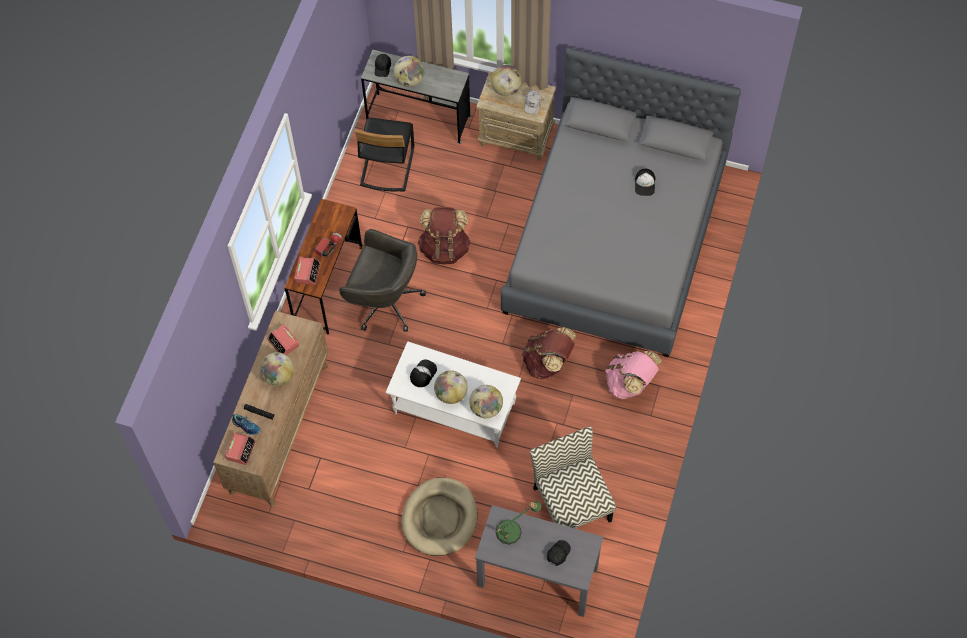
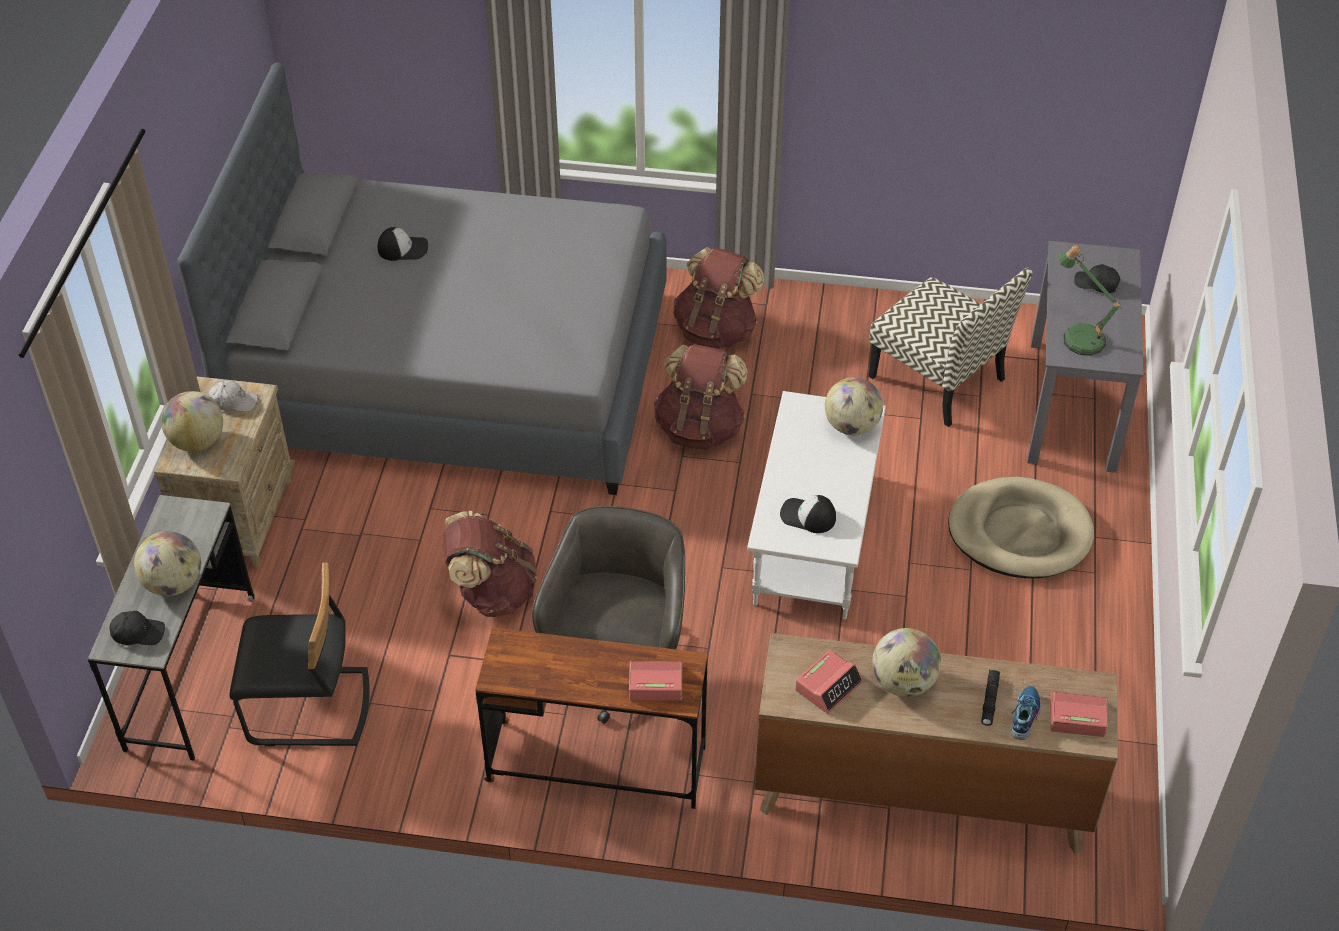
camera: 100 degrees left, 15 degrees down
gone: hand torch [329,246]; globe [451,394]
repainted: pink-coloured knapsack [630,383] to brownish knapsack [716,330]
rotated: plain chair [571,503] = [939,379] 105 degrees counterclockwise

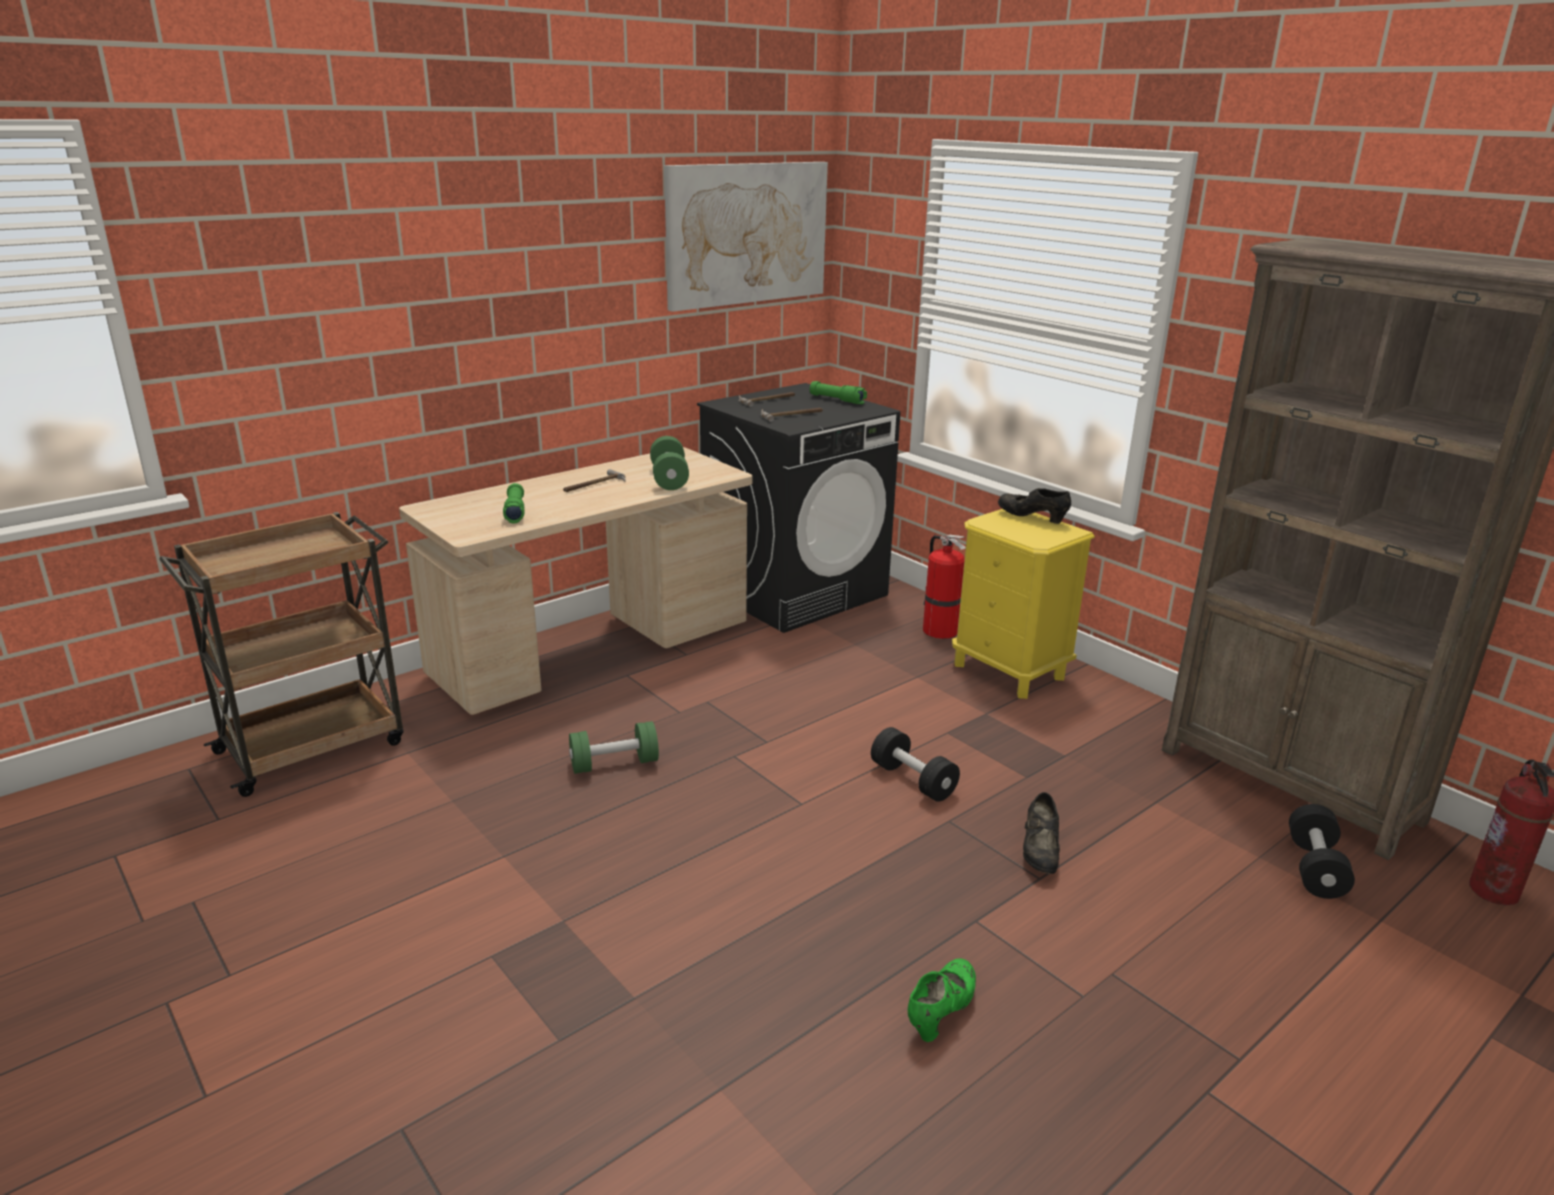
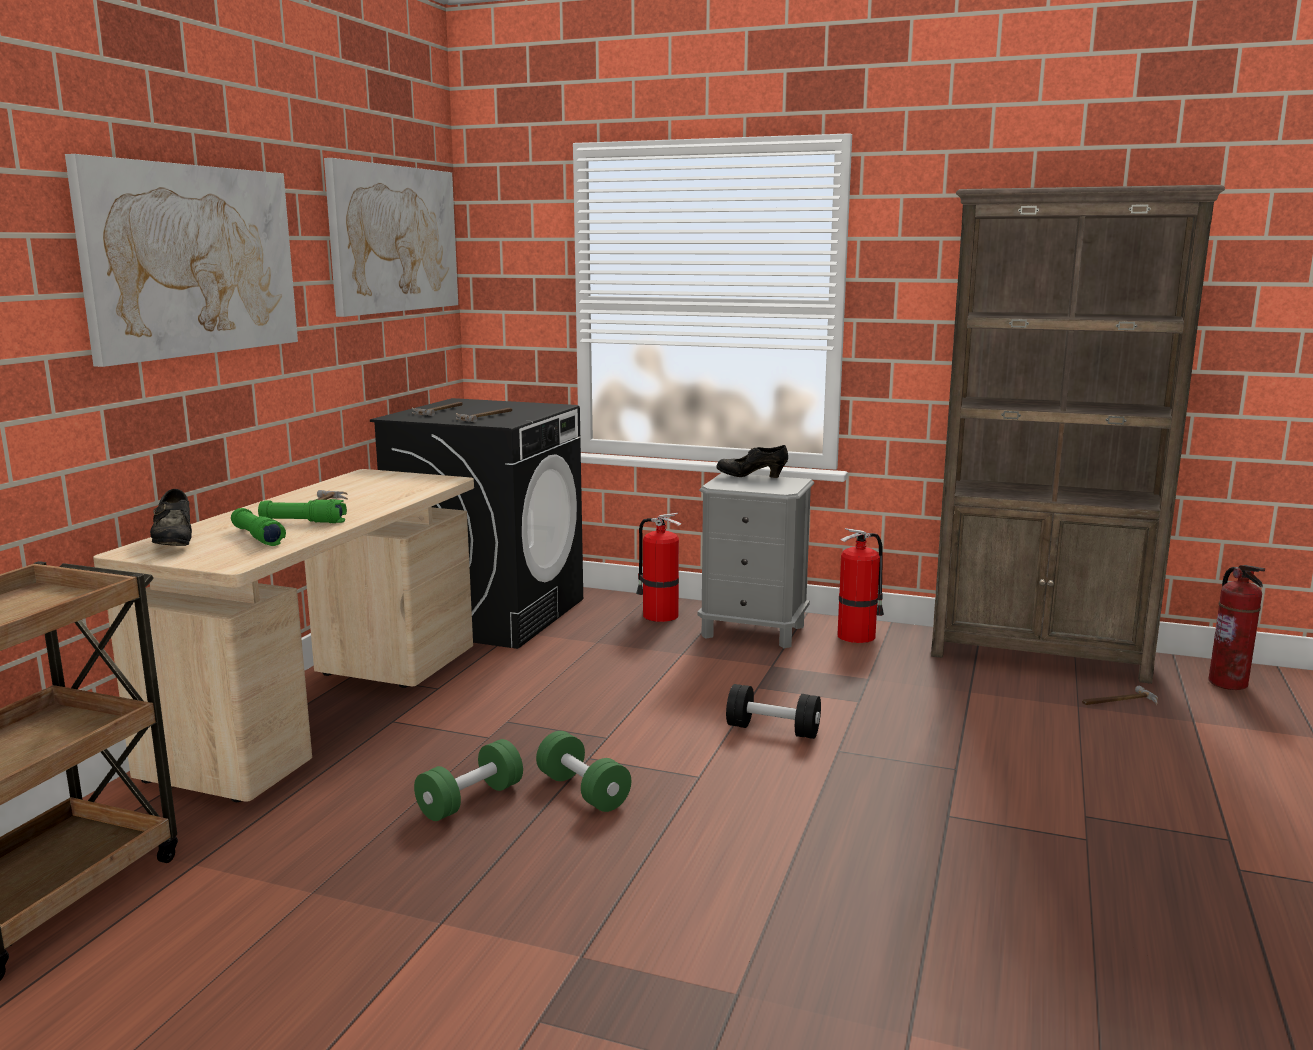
camera: 30 degrees left, 10 degrees down
gone: greenish item of footwear [941,1011]
new: wall picture [192,260]; fire-fighting cylinder [858,635]
shifted: blackish item of footwear [1039,853] to [175,544]; greenish hand torch [837,400] to [303,522]; greenish hand weight [669,479] to [583,791]
swapped: blackish hand weight [1315,868] to hand hammer [1118,702]
repainted: yellow-coloured nightstand [1009,671] to grey nightstand [753,631]

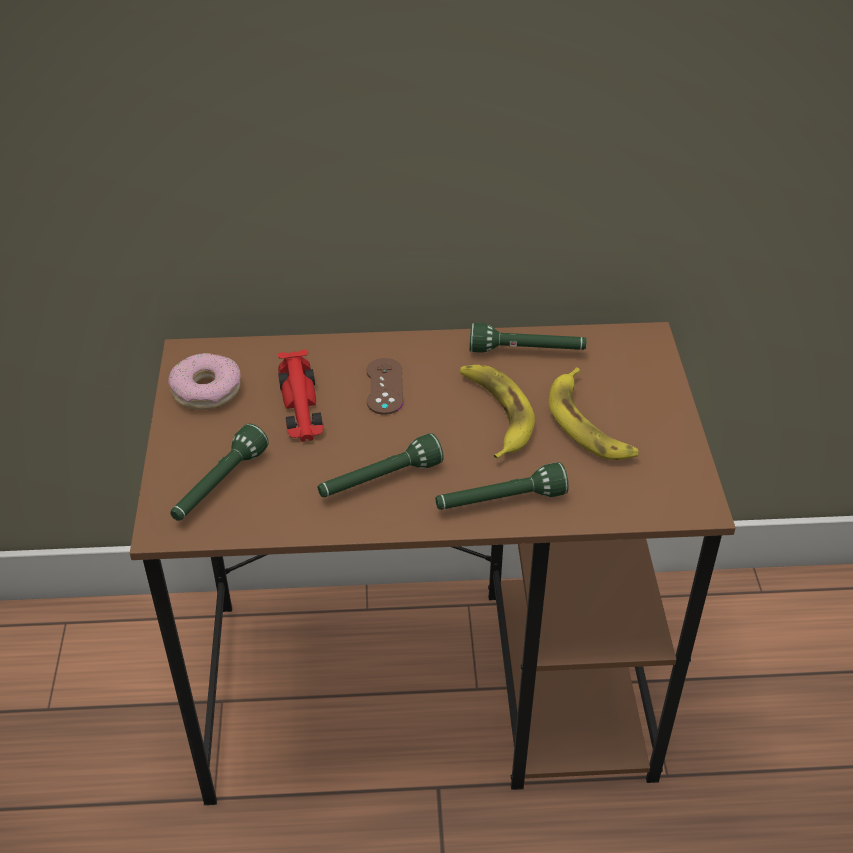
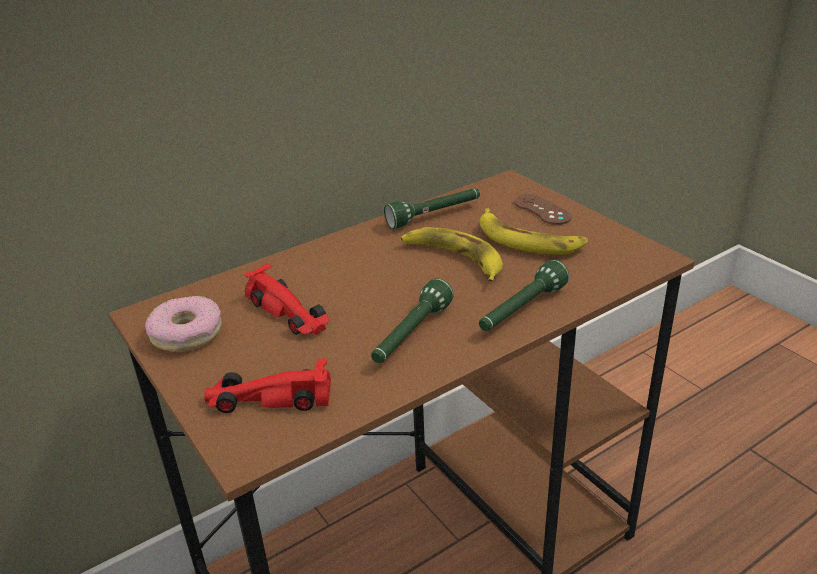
camera: 30 degrees left, 10 degrees down
shifted: brownish joypad [384,386] to [542,210]
swapped: greenish hand torch [219,486] to red model car [268,398]

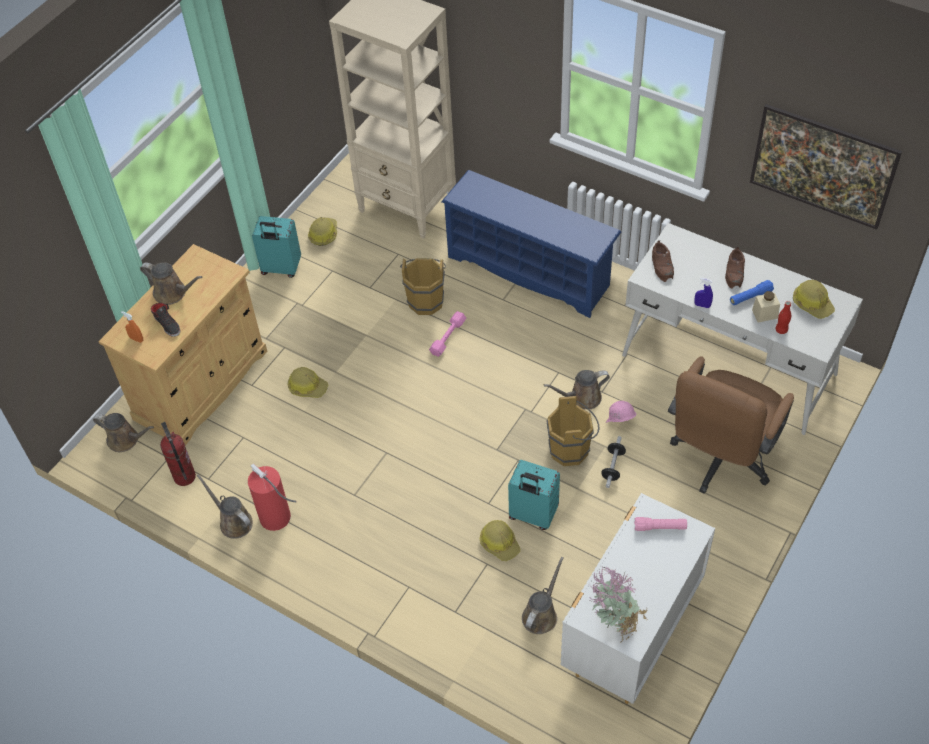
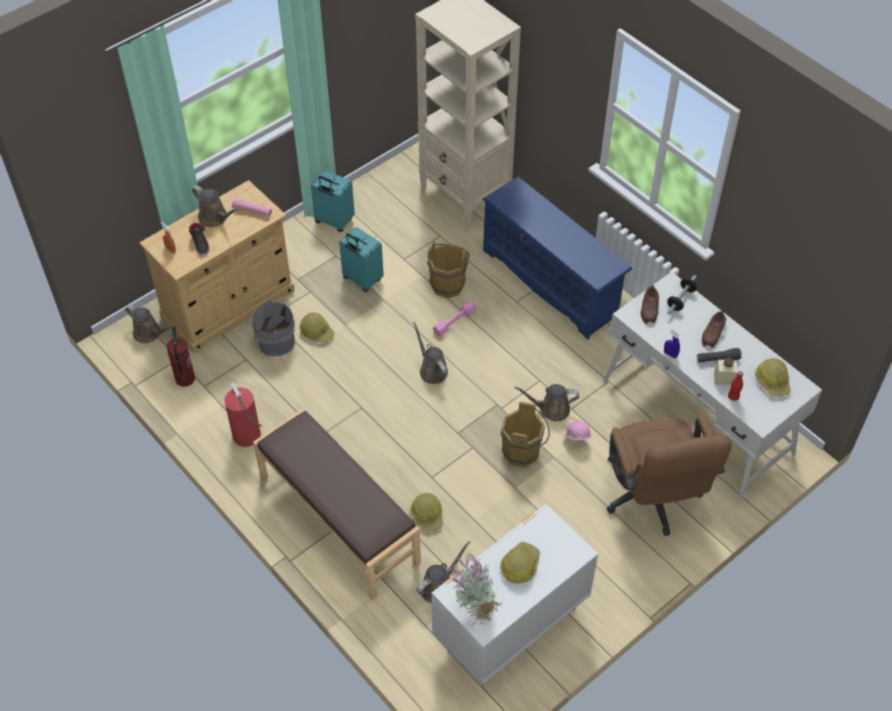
camera: 15 degrees right, 0 degrees up
gone: wall picture [818,185]
new: grey pail [274,342]; brownish indoor bench [338,520]
shifted: pink-coloured hand torch [660,527] to [252,211]; blue-green piece of luggage [532,515] to [362,280]; brownish watering can [233,521] to [432,370]; work helmet [323,234] to [520,565]; hand weight [613,466] to [680,299]
repainted: blue-coloured hand torch [750,297] to blackish hand torch [718,359]
rotated: brownish desk chair [719,459] = [653,499] 60 degrees counterclockwise

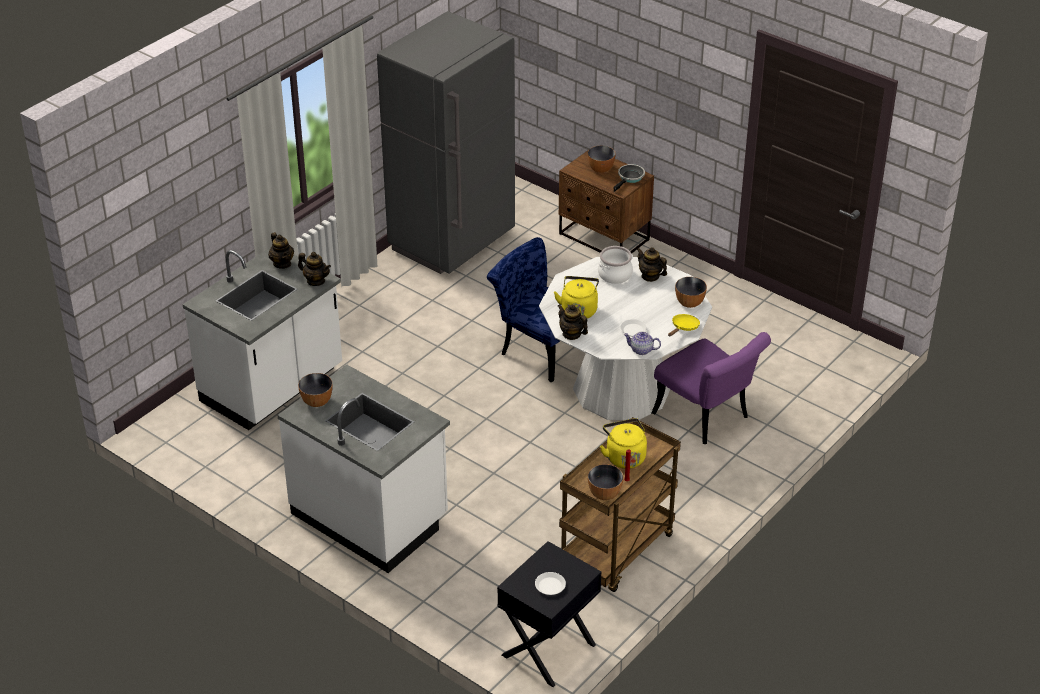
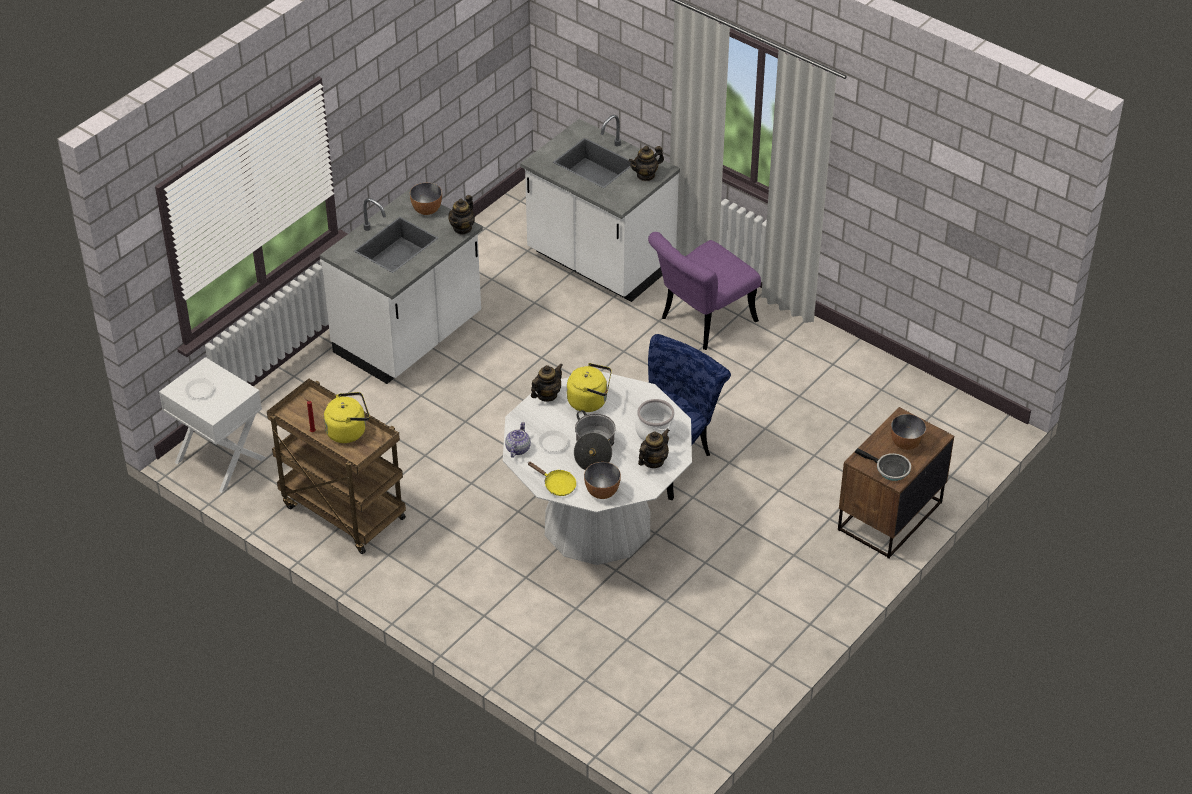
camera: 90 degrees right, 5 degrees up
gone: grey kitchen fridge [452,242]; serving bowl [604,494]
new: cooking pot [594,449]
shifted: pot for tea [316,281] to [462,228]; purple plain chair [707,418] to [701,322]
repainted: blackish nightstand [549,650] to white nightstand [219,460]

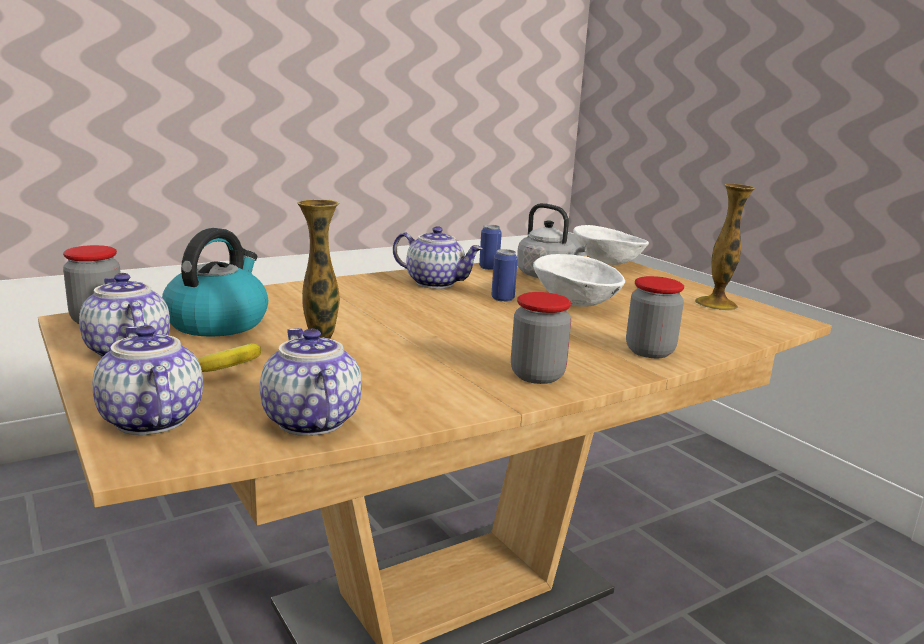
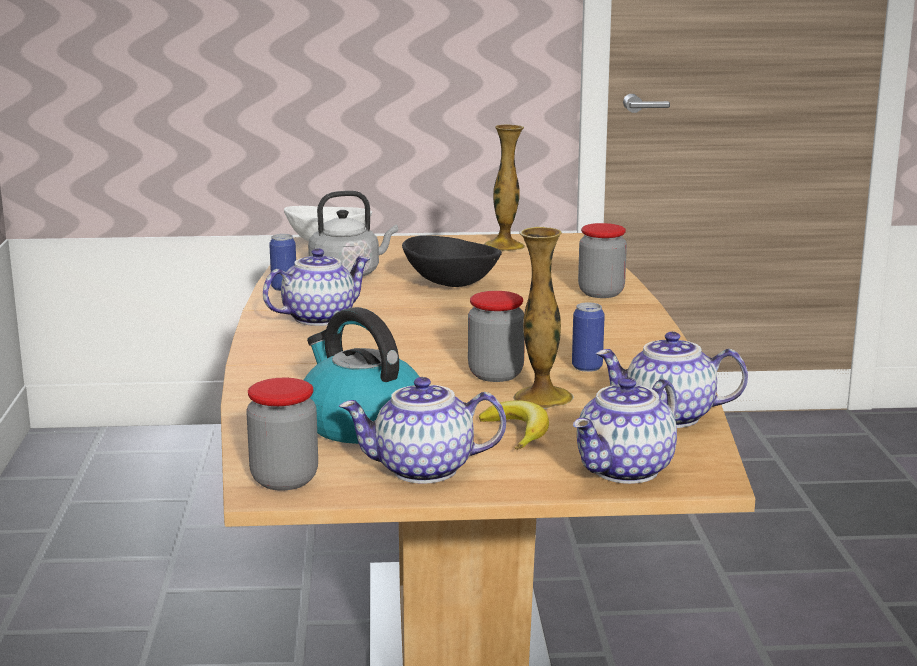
camera: 60 degrees left, 0 degrees up
shifted: preserve jar [537,375] to [495,374]; metal can [502,299] to [587,367]
repainted: white serving bowl [576,303] to blackish serving bowl [451,285]
rotated: pot for tea [149,420] = [626,471] 45 degrees counterclockwise

